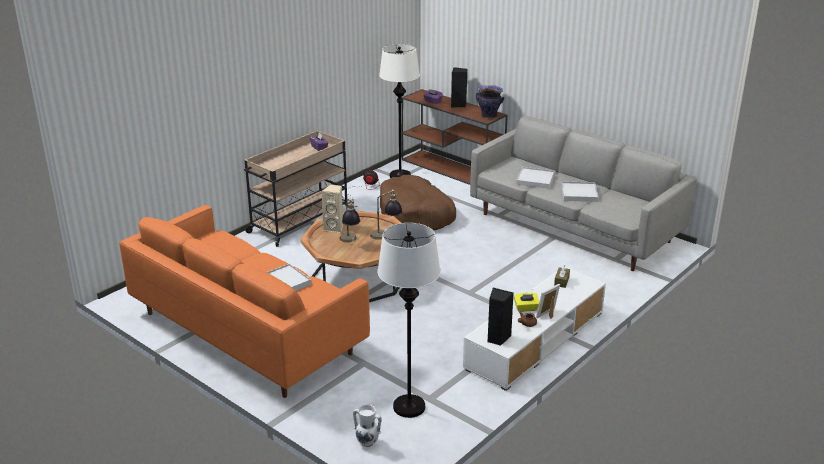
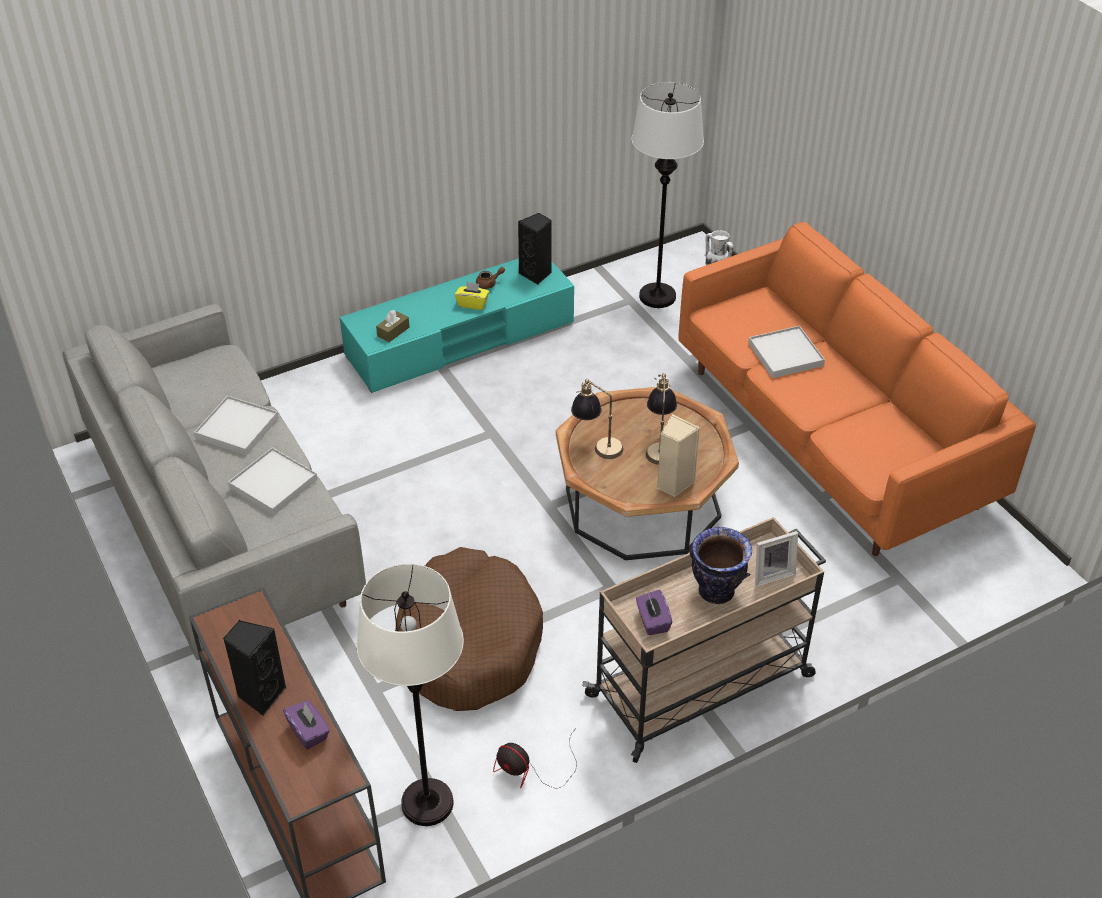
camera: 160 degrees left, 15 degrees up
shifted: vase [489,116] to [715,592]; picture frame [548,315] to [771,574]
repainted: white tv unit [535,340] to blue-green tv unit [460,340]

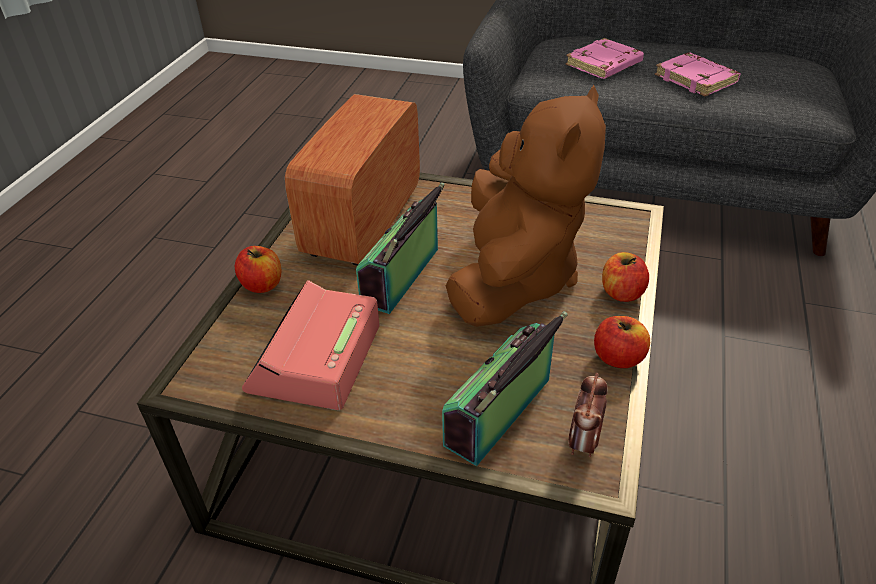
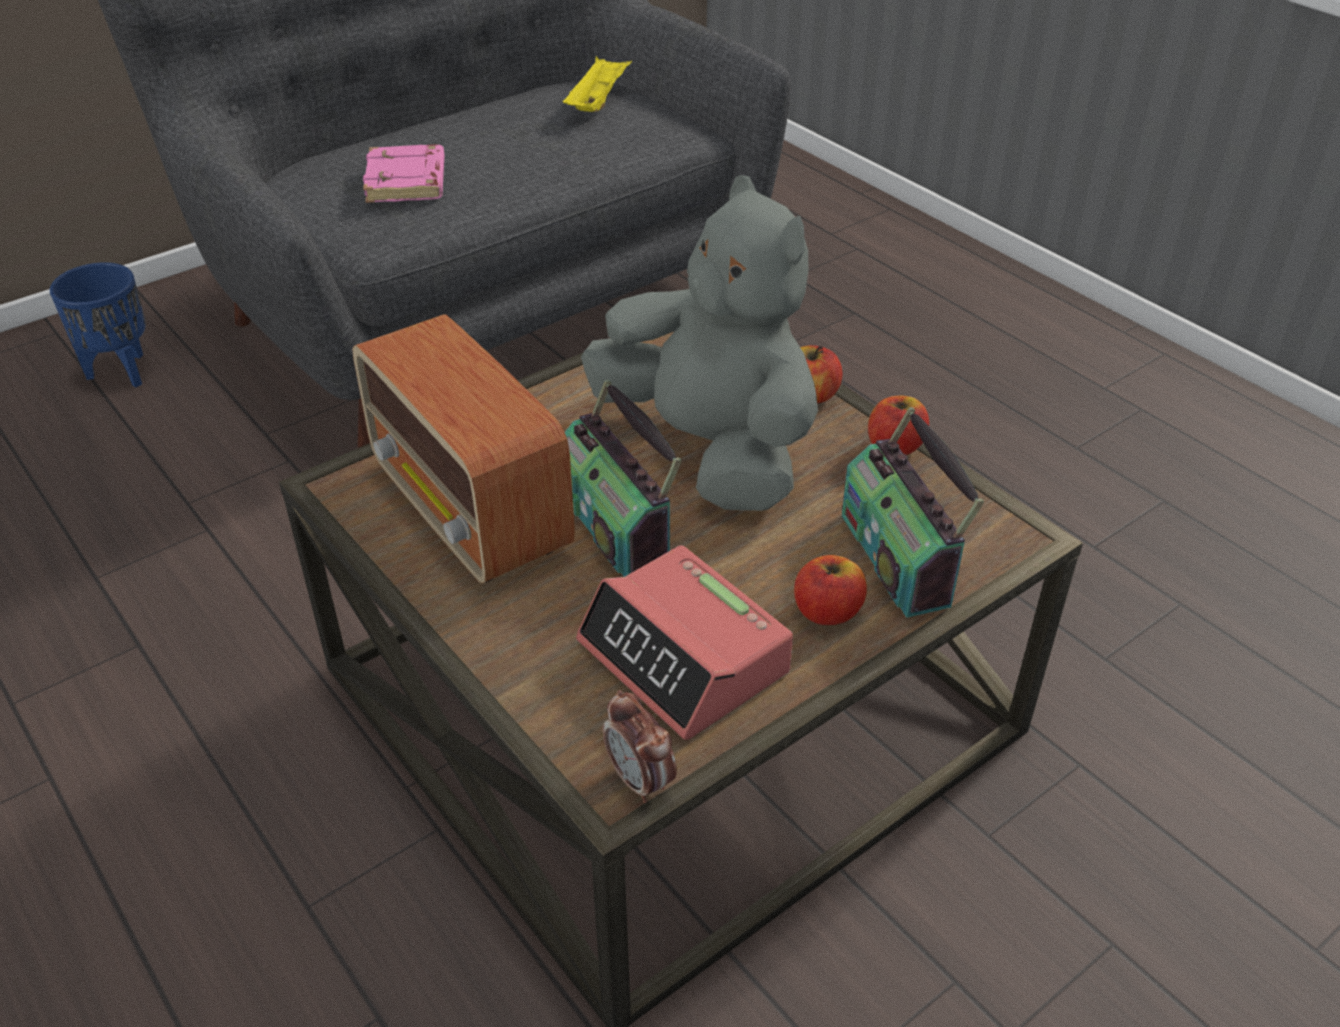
camera: 55 degrees left, 0 degrees up
gone: pink-coloured bound book [697,80]
new: blue-coloured planter [123,371]; yellow-coloured serving tray [597,102]
shifted: alarm clock [583,442] to [640,780]; whole apple [262,285] to [827,611]
repainted: brownish plush toy [514,278] to grey plush toy [711,449]

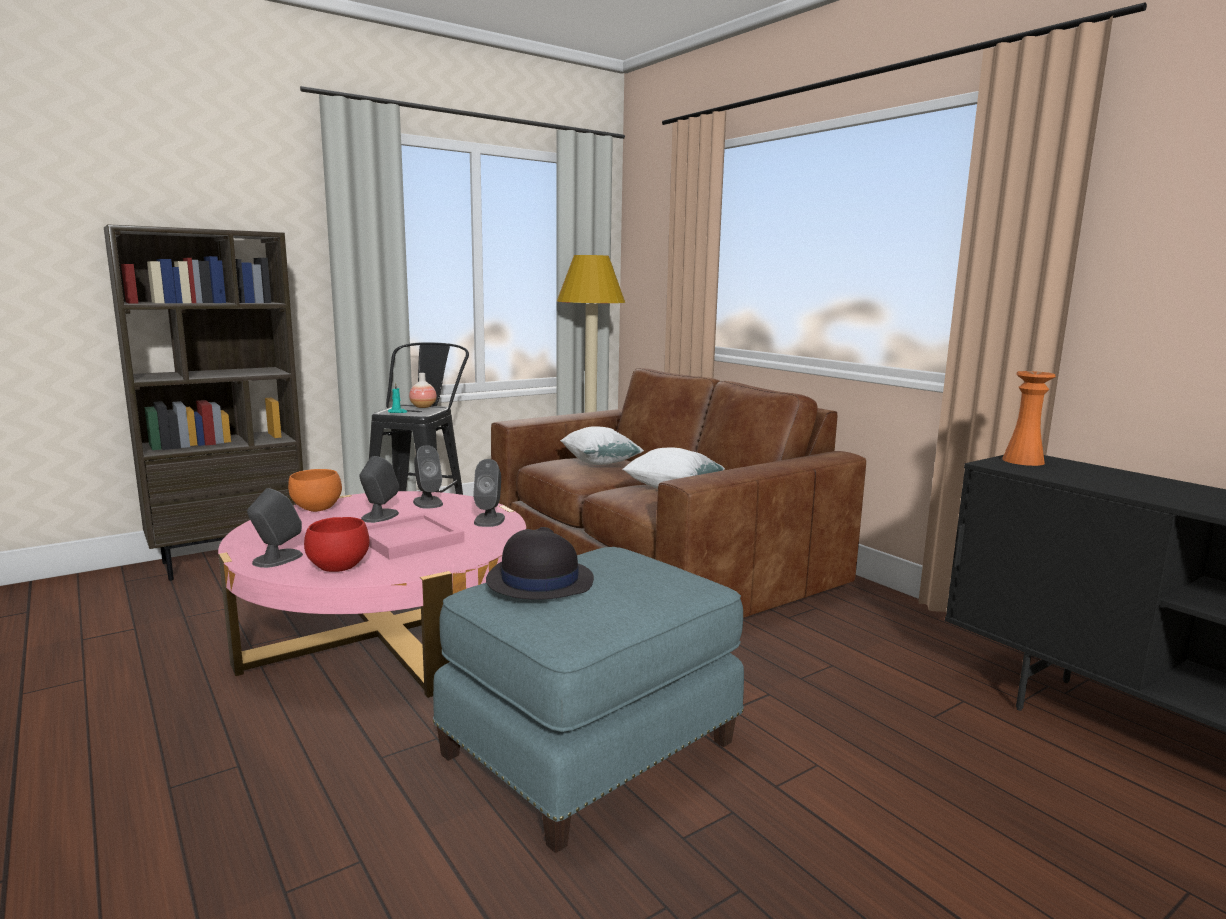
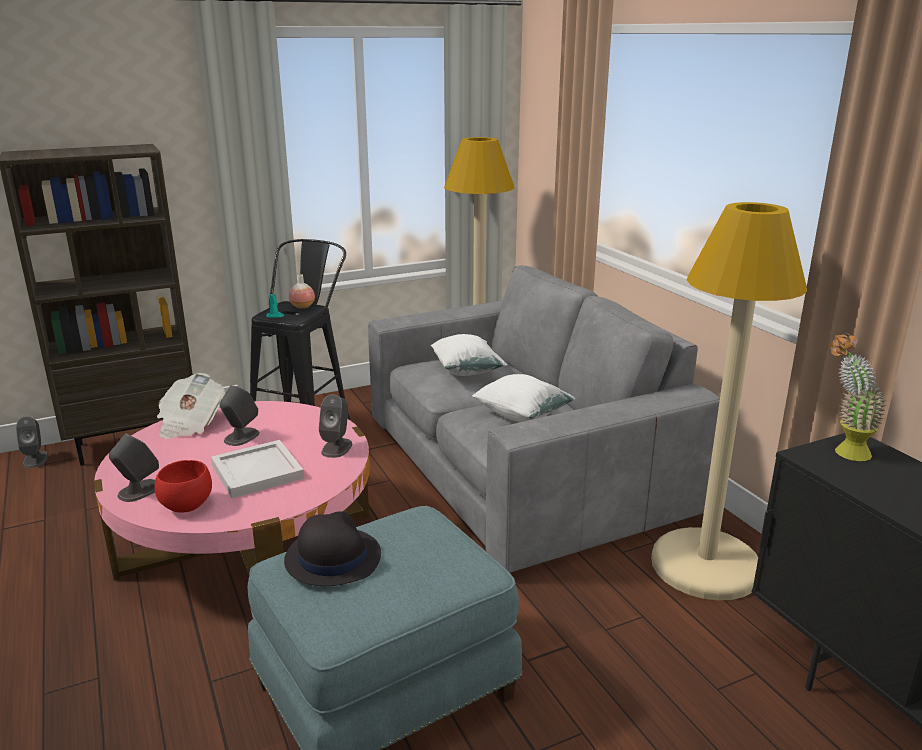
camera: 10 degrees right, 10 degrees up
new: beige-coloured standing lamp [705,565]
shifted: grey speaker [428,502] to [35,459]
swapped: orange-coloured serving bowl [317,509] to daily paper [190,423]; orange-coloured vase [1023,461] to plant in a pot [842,451]
repainted: pink-coloured serving tray [407,539] to white serving tray [256,471]; brownish sofa [659,559] to grey sofa [521,466]

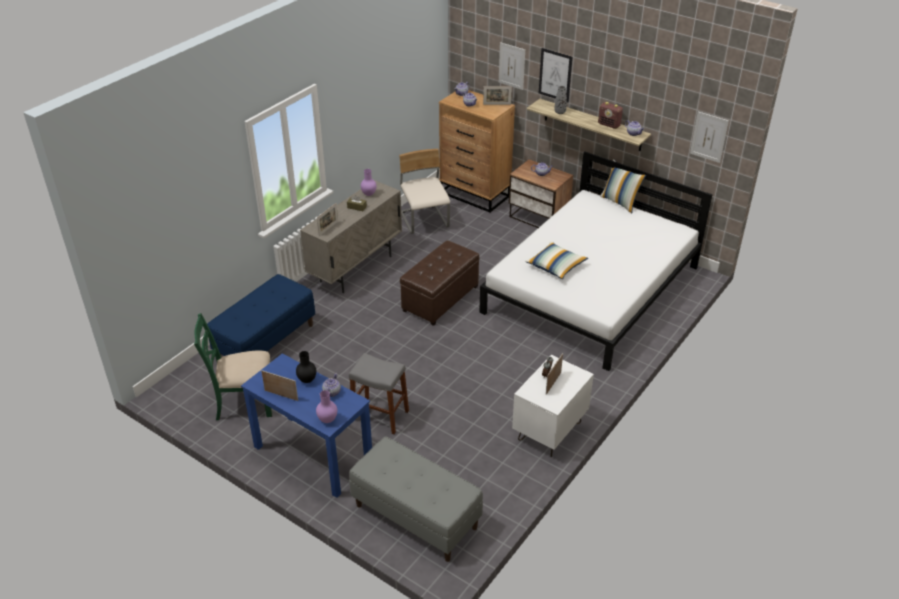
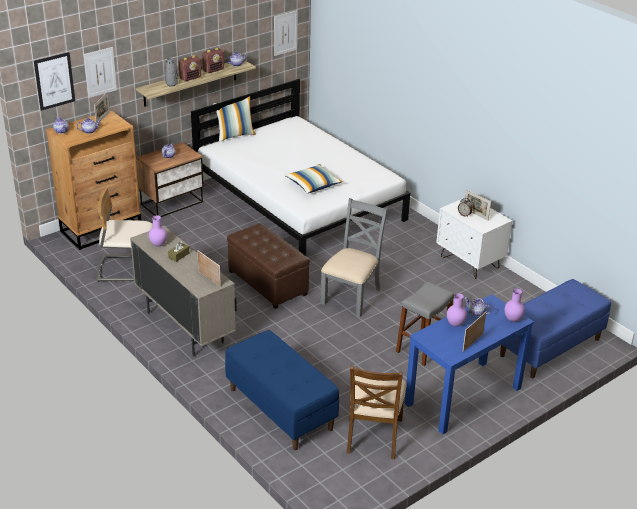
camera: 75 degrees left, 5 degrees down
new: radio set [190,78]; grey plain chair [352,296]
shifted: wall picture [555,75] to [54,81]
repainted: greenish plain chair [244,402] to brownish plain chair [373,435]; blackish vase [306,380] to purple vase [455,325]; grey indoor bench [415,516] to blue-coloured indoor bench [550,348]

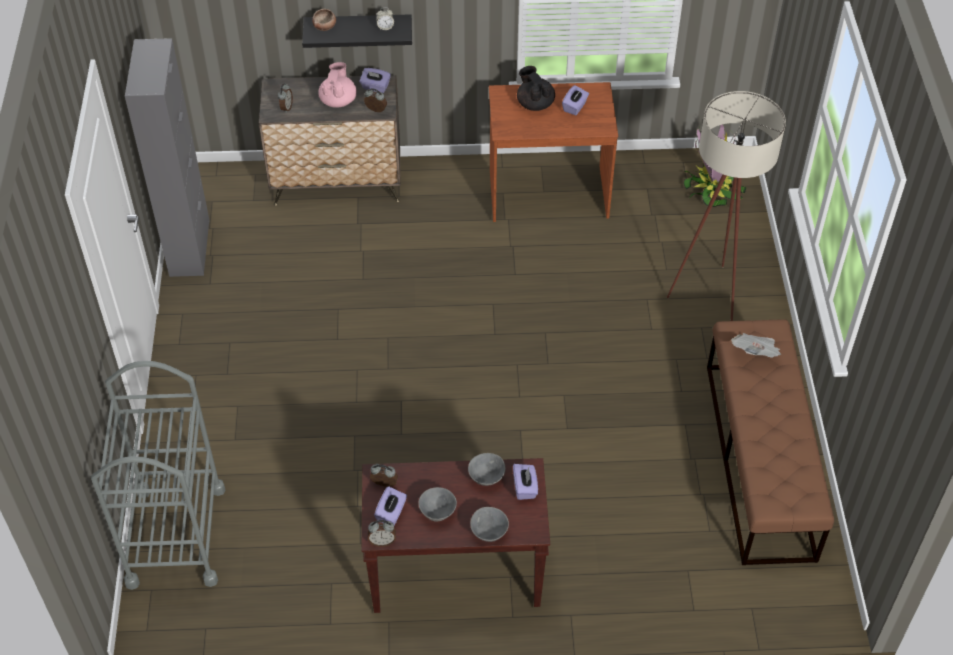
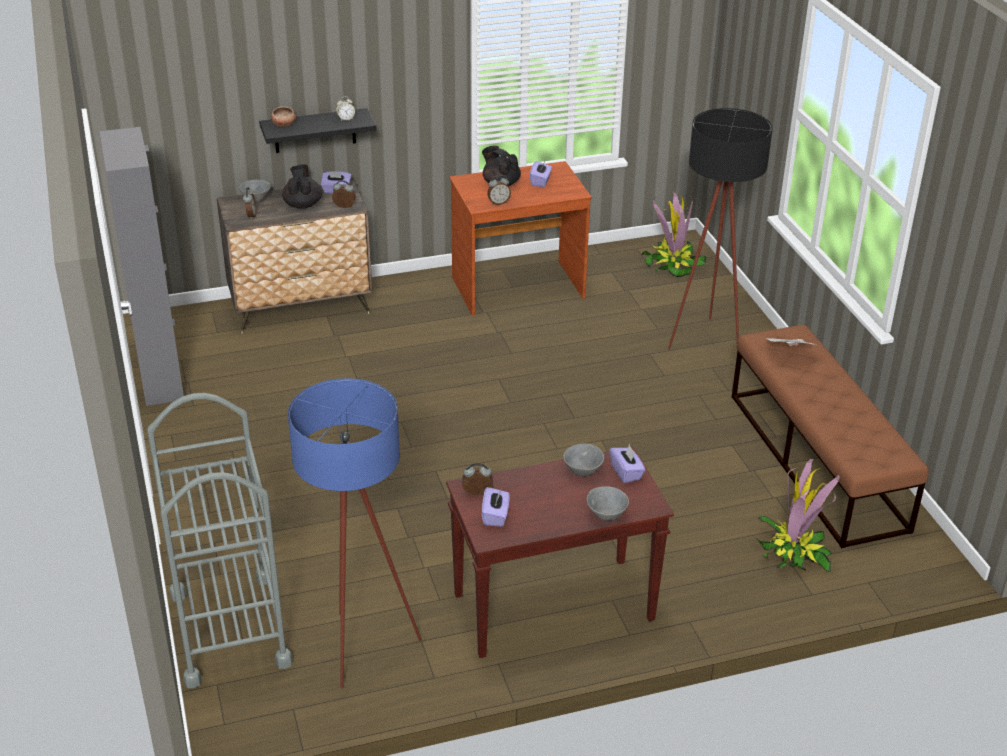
camera: 15 degrees left, 15 degrees down
new: blue-coloured standing lamp [361,655]; plant in a pot [792,552]
shifted: grey serving bowl [438,512] to [257,199]; alarm clock [382,541] to [498,203]
repainted: pink-coloured pot for tea [338,100] to blackish pot for tea [303,204]; beige-coloured standing lamp [711,289] to blackish standing lamp [707,337]

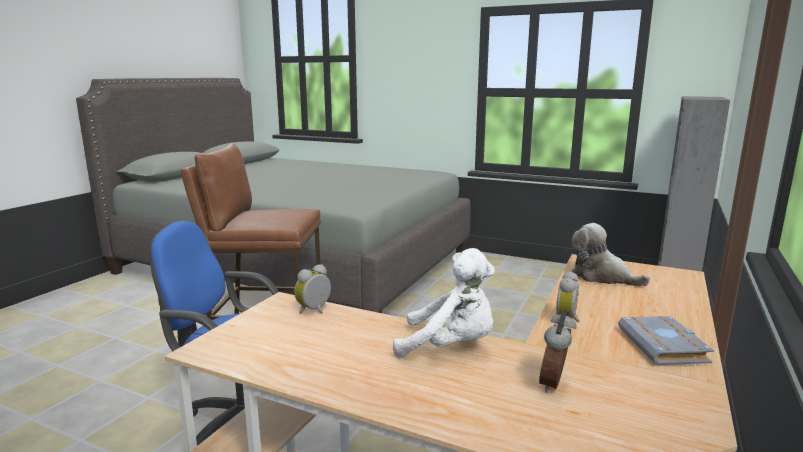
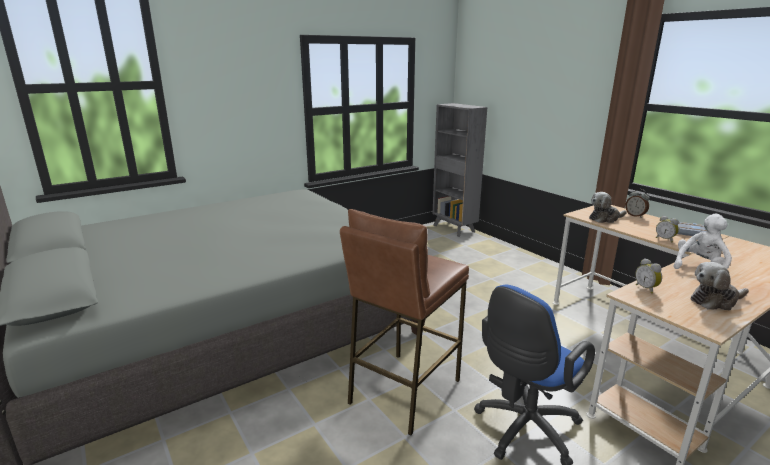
camera: 60 degrees left, 5 degrees up
new: plush toy [715,301]
shifted: alarm clock [555,384] to [635,215]

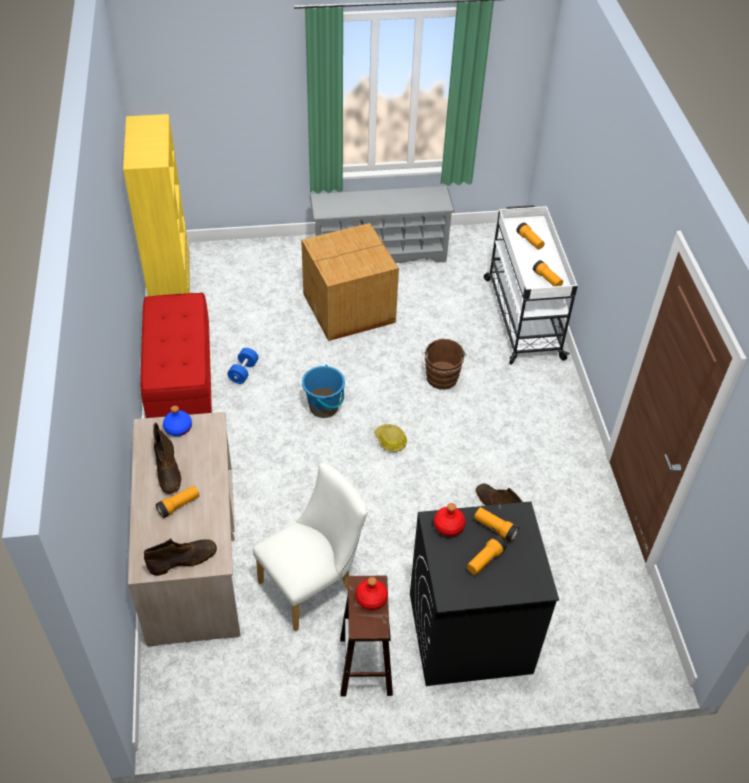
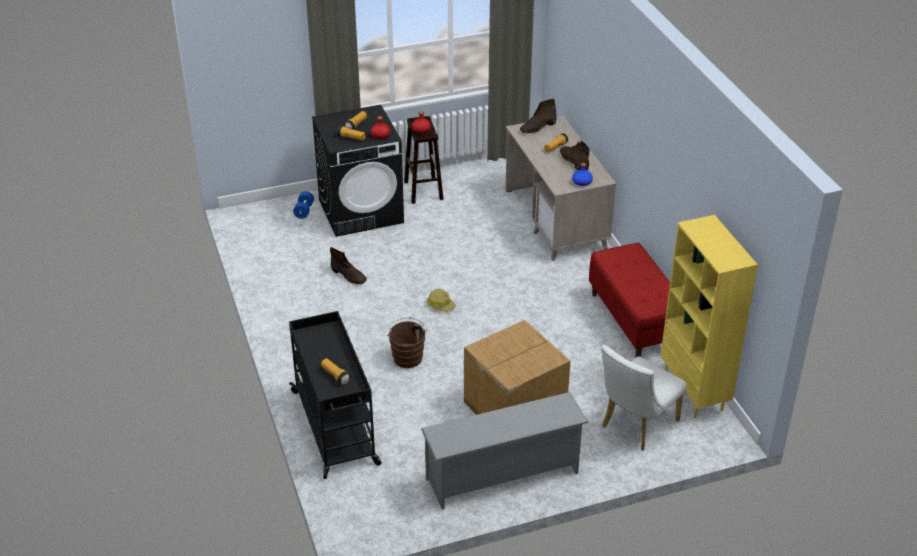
camera: 170 degrees right, 10 degrees down
gone: blue-coloured pail [324,407]; hand torch [547,279]
shifted: blue-coloured hand weight [243,372] to [304,211]; white plain chair [312,584] to [635,426]
repainted: white cart [522,317] to blackish cart [335,428]

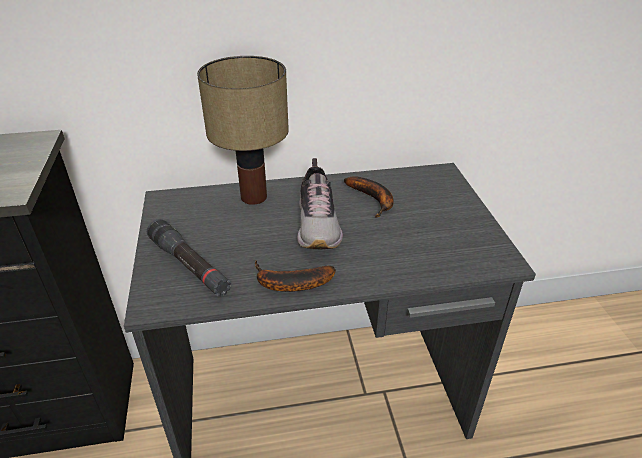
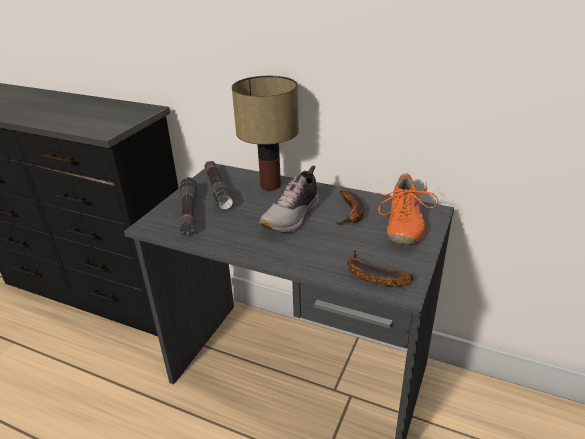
camera: 35 degrees right, 5 degrees down
new: blackish hand torch [218,190]; orange-coloured item of footwear [402,224]
shifted: whole banana [289,284] to [371,276]

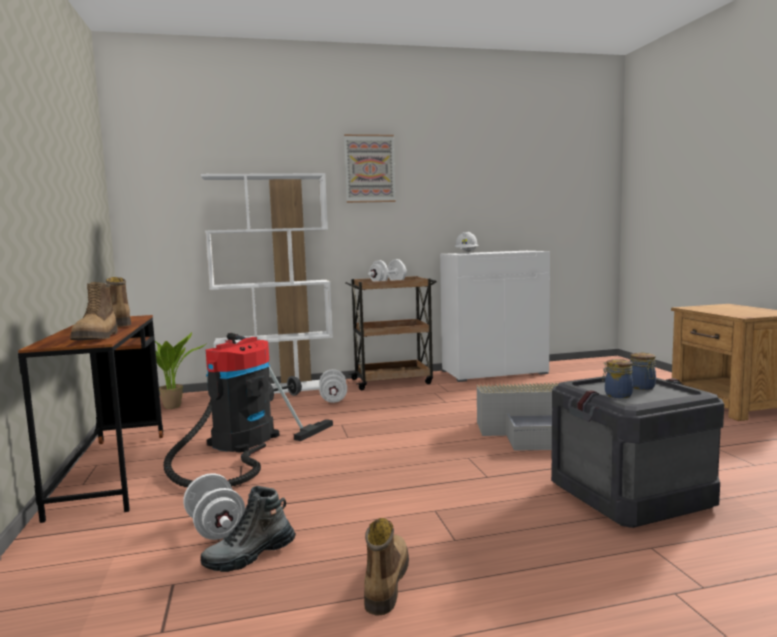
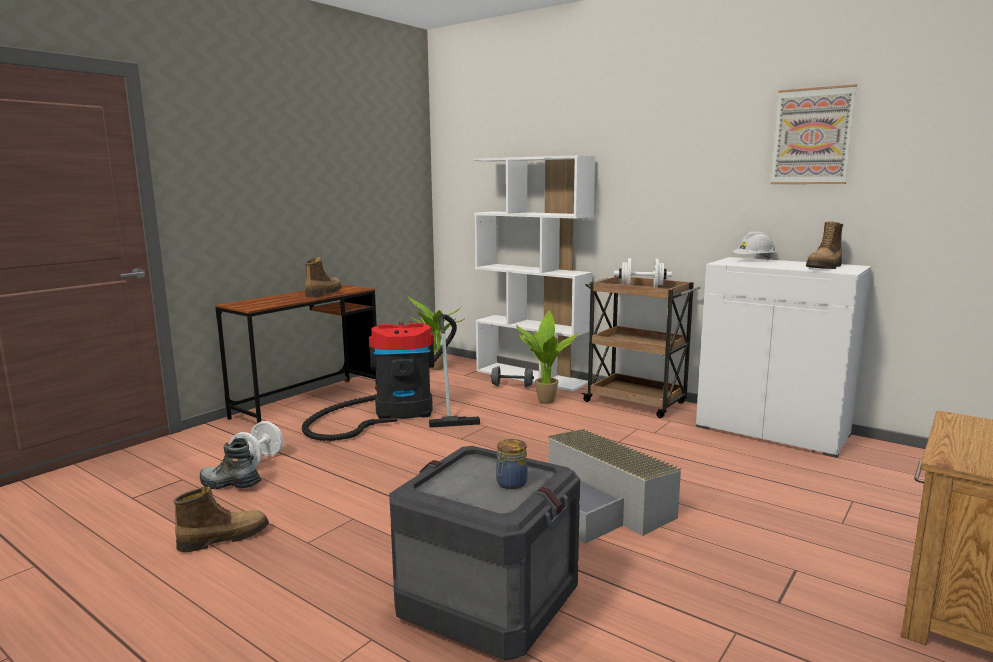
camera: 50 degrees right, 5 degrees up
gone: preserve jar [617,395]
shifted: wall picture [369,169] to [812,136]; tall boot [97,338] to [825,267]
swapped: white hand weight [333,398] to plant in a pot [543,401]

